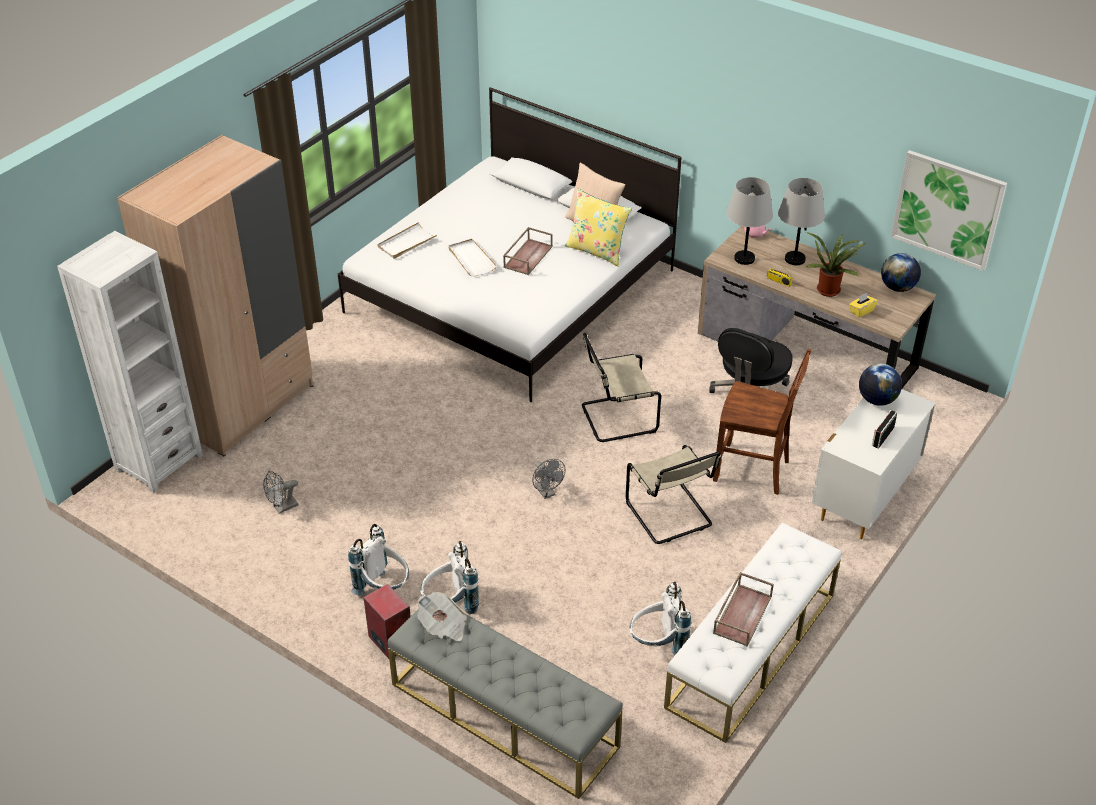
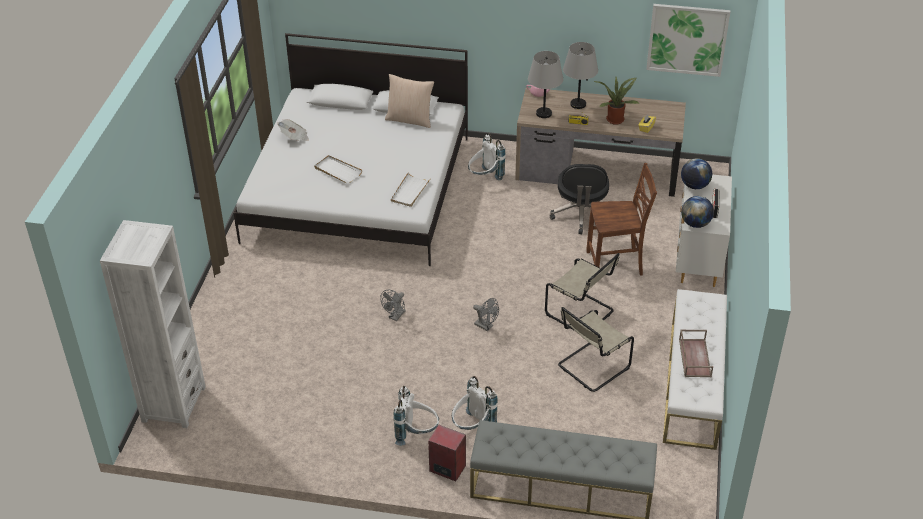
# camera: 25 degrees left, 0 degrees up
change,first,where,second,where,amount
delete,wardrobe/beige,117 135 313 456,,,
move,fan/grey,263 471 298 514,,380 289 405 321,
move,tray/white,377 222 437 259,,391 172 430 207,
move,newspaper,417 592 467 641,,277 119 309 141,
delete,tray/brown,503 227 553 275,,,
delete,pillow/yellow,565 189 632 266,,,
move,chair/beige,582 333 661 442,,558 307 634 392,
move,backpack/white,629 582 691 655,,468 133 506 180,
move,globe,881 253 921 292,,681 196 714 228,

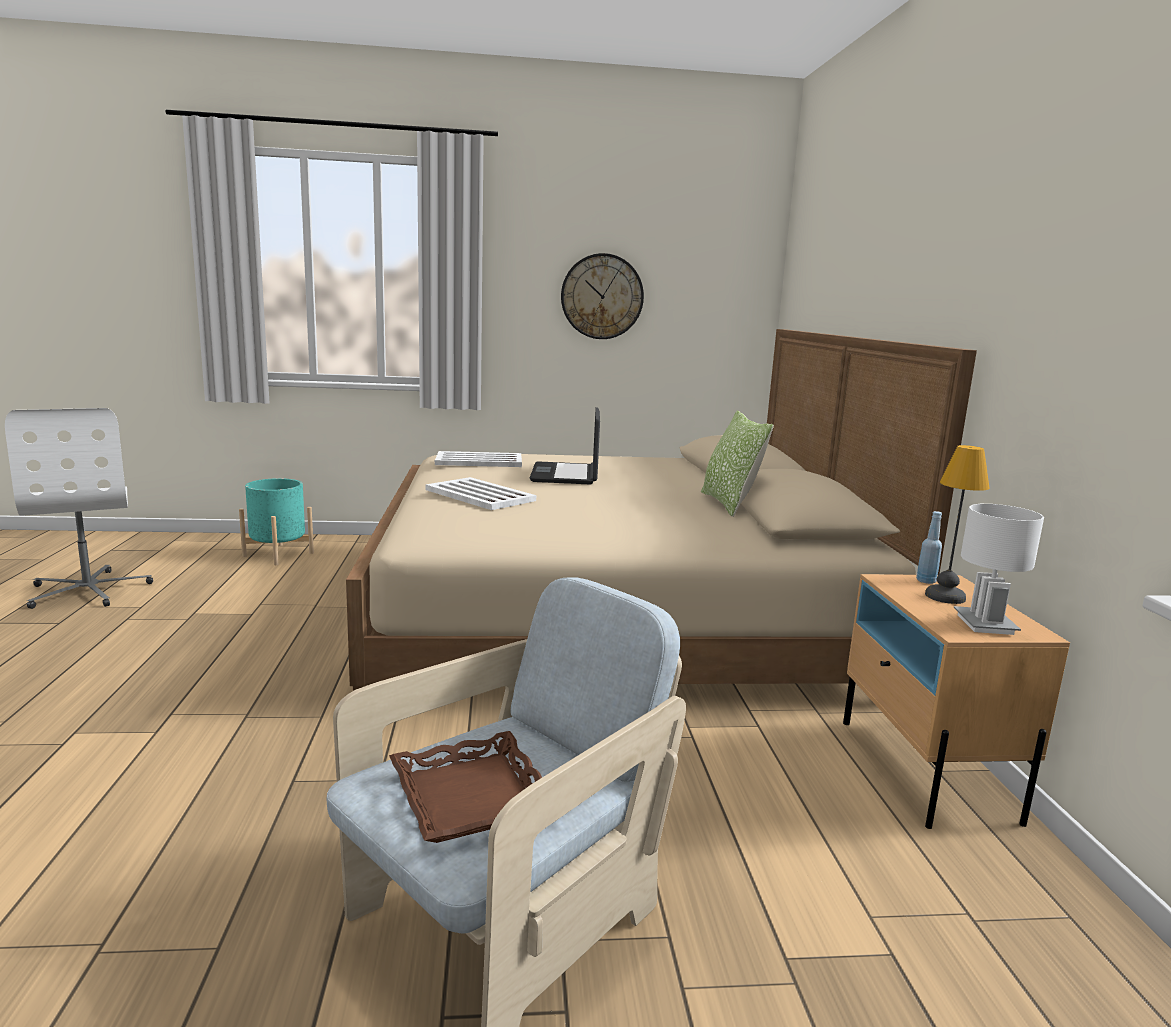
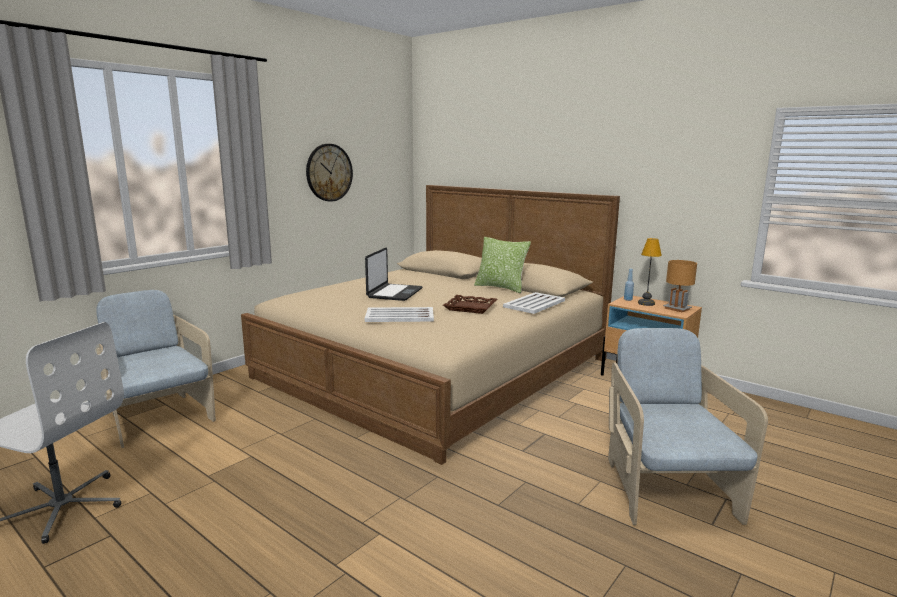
# camera: 45 degrees left, 0 degrees up
change,first,where,second,where,amount
replace,planter/turquoise,239 478 314 565,armchair/beige,96 290 216 448,
move,tray/brown,389 731 542 843,,443 295 497 314,
move,tray/white,435 451 522 467,,503 292 565 314,
rotate,laptop,530 407 600 485,,365 248 422 301,120 degrees counterclockwise
recolor,table lamp/white,954 504 1044 635,table lamp/brown,663 260 697 312,

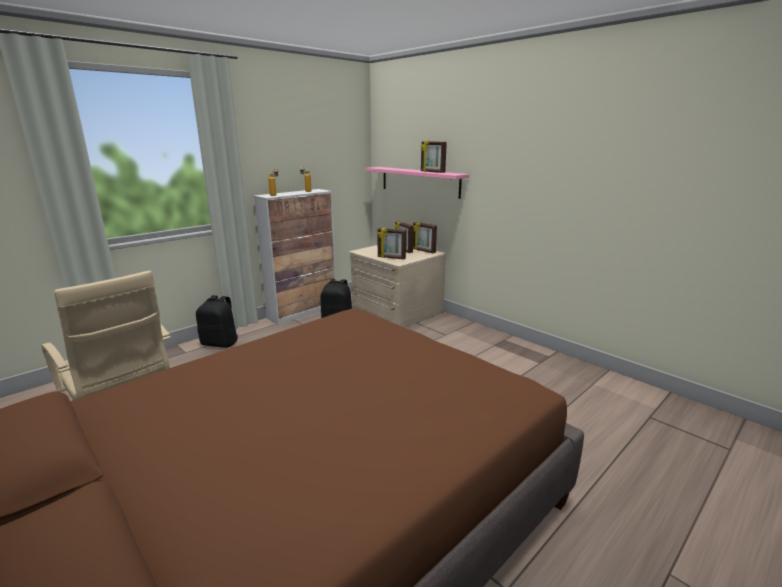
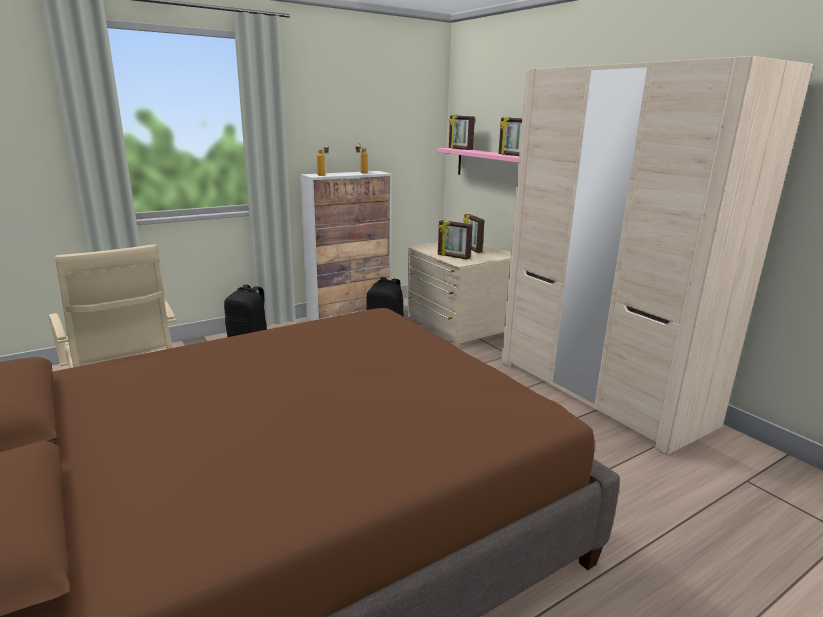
# camera: 10 degrees right, 0 degrees up
change,first,where,second,where,amount
move,picture frame,413 222 437 253,,449 114 475 150,
insert,,,wardrobe/beige,501 56 813 455,

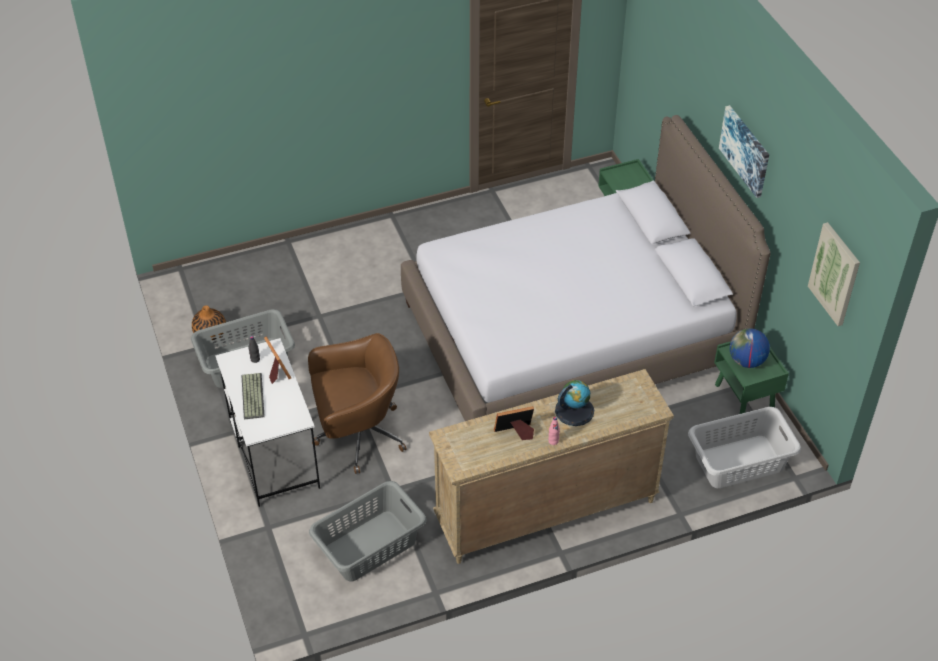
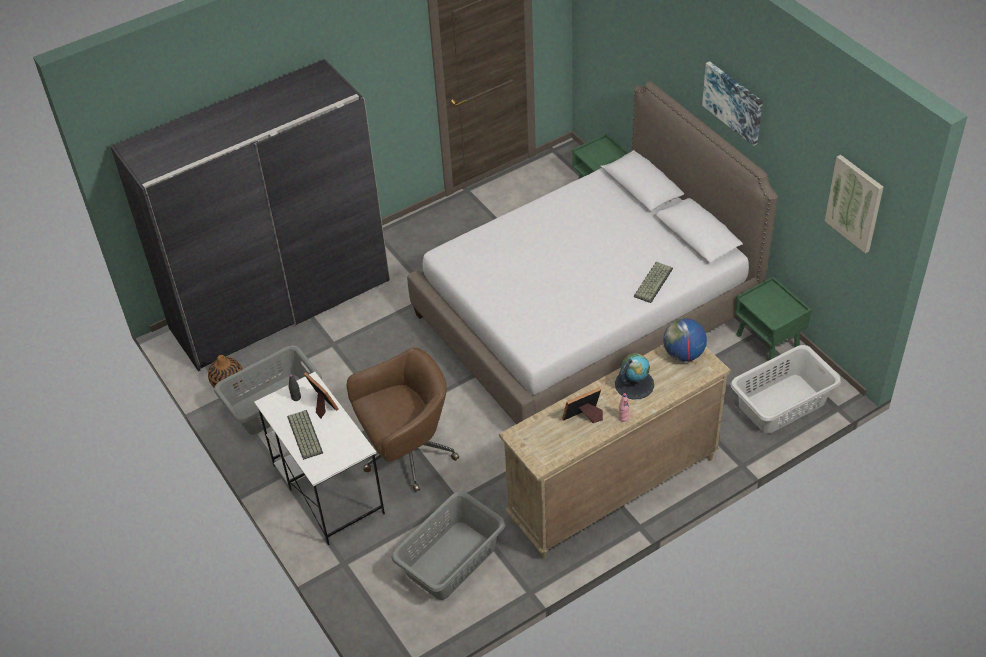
# camera: 10 degrees left, 0 degrees up
change,first,where,second,where,amount
move,globe,730 328 770 368,,663 318 707 362,
insert,,,wardrobe/grey,110 59 390 371,
insert,,,keyboard,634 262 673 303,

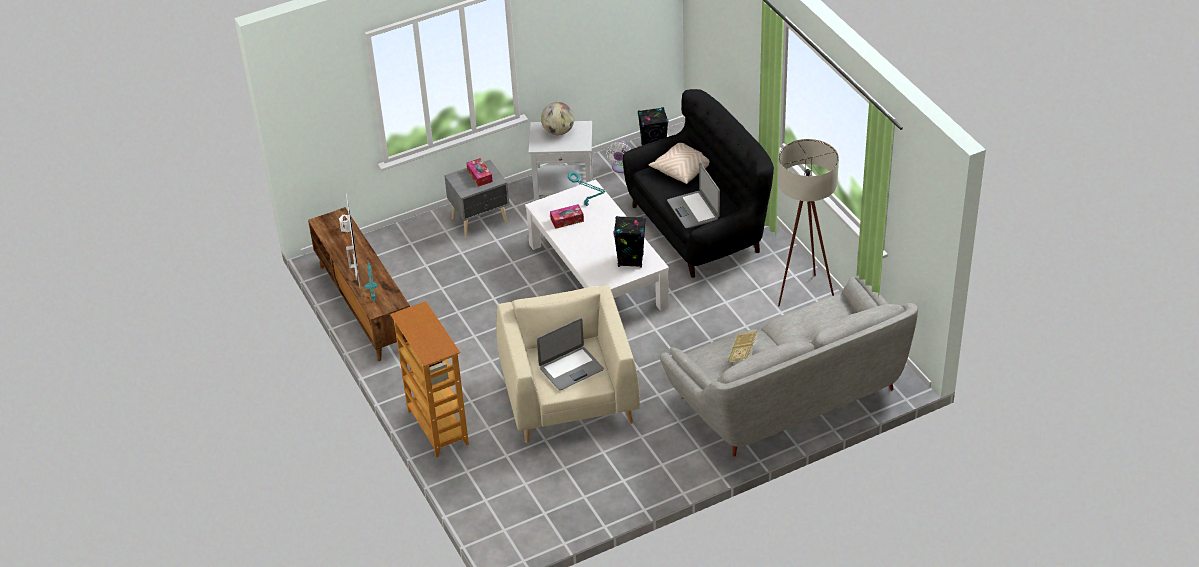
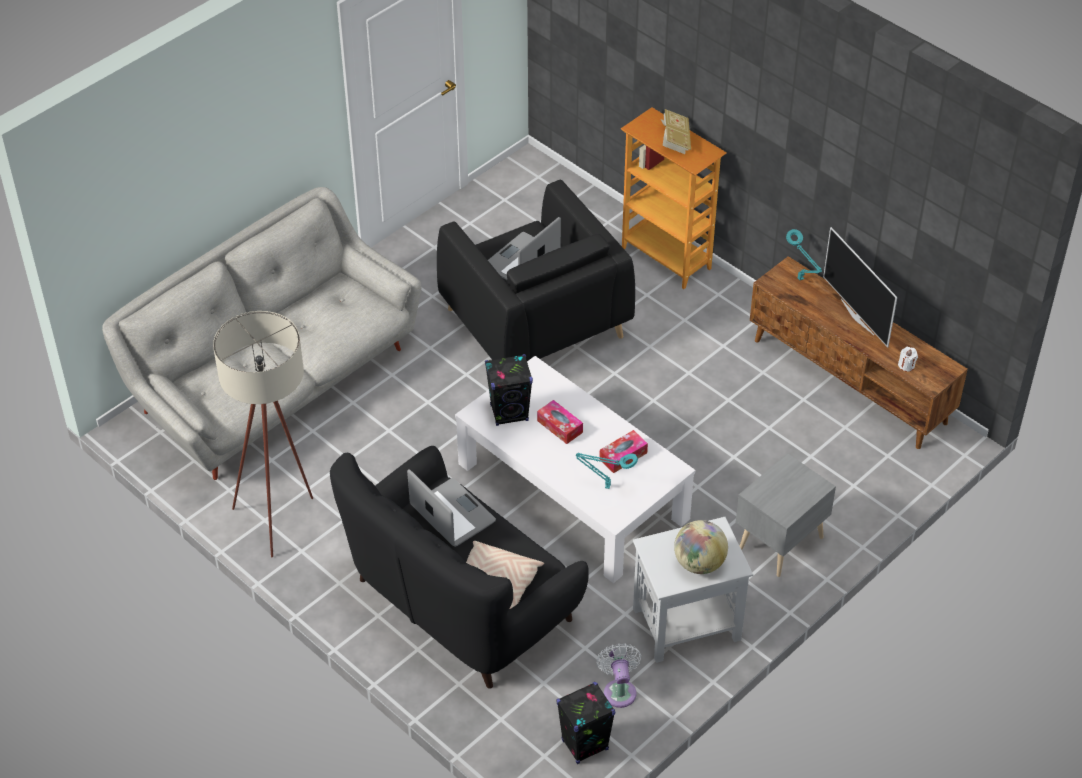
# camera: 160 degrees right, 5 degrees up
change,first,where,second,where,amount
move,tissue box,467 158 493 187,,537 400 583 444,
recolor,armchair/beige,496 285 640 443,armchair/black,437 180 635 361,
move,book,728 331 759 365,,661 109 691 154,

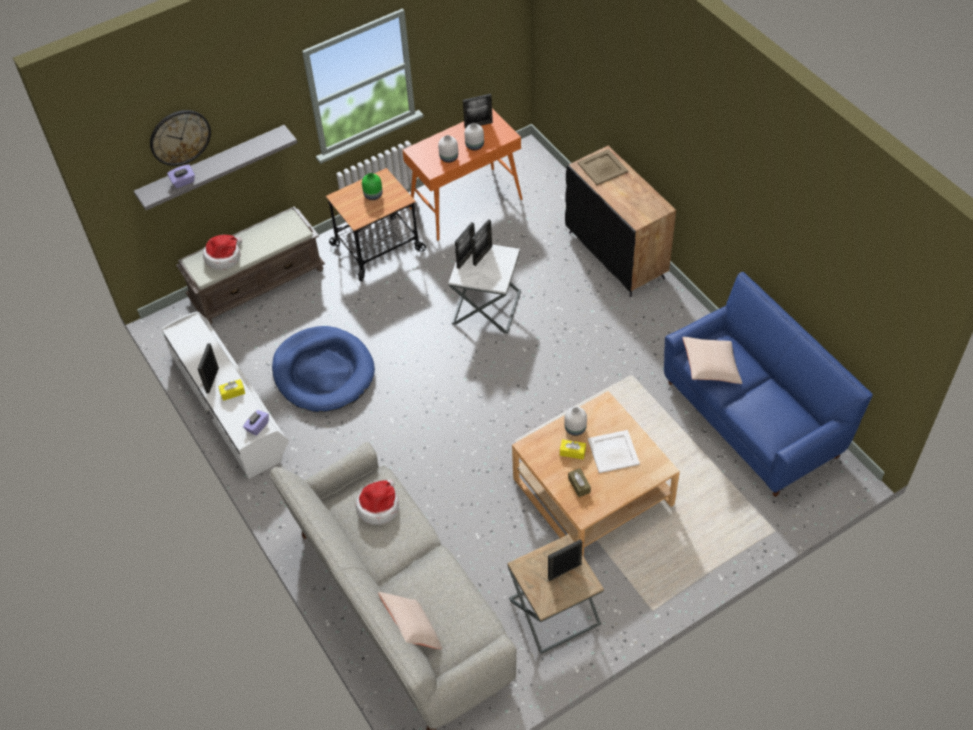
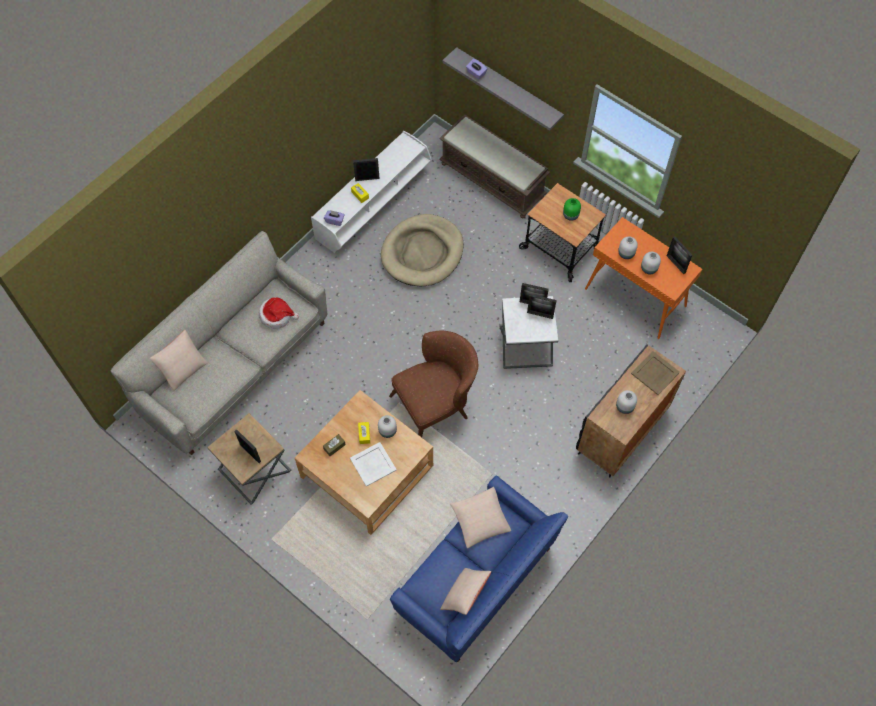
# camera: 70 degrees right, 10 degrees up
change,first,where,second,where,amount
delete,wall clock,150 110 211 166,,,
delete,hat,203 235 242 270,,,
recolor,dog bed/blue,272 326 375 412,dog bed/beige,381 214 464 287,
insert,,,armchair/brown,389 331 478 437,
insert,,,pillow/beige,440 568 491 615,
insert,,,vase/white,616 390 637 414,

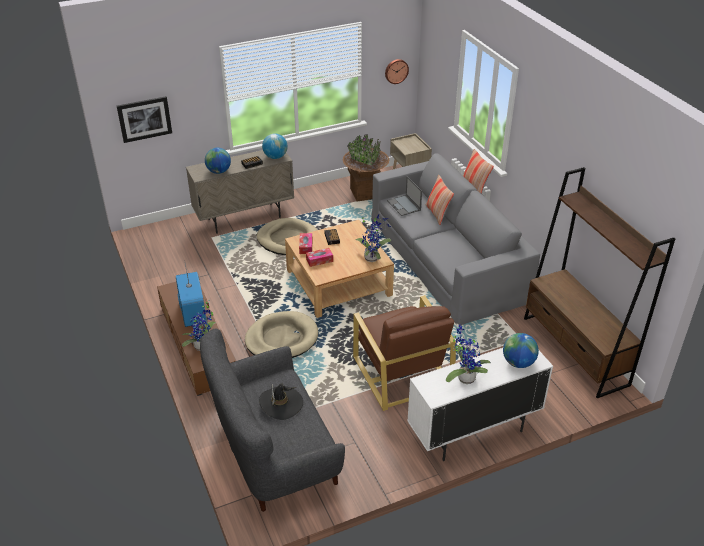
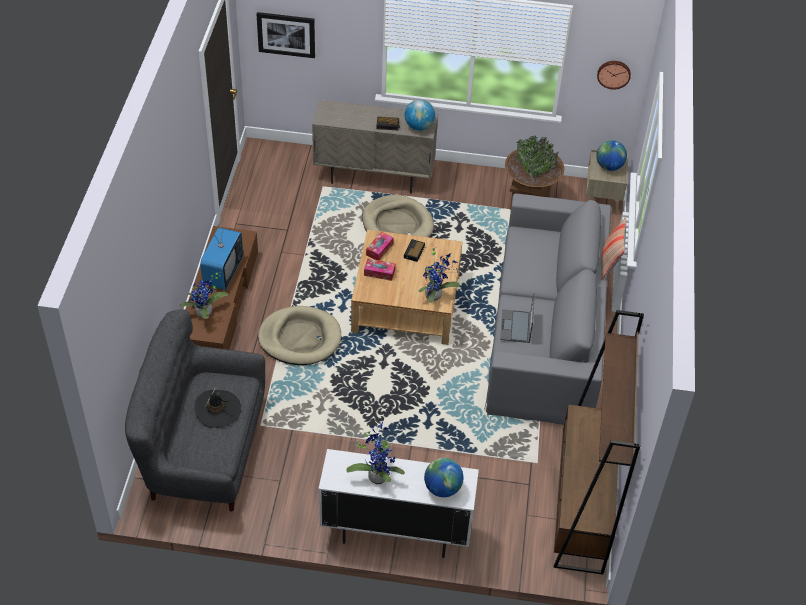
# camera: 30 degrees right, 10 degrees up
change,first,where,second,where,amount
move,globe,205 148 231 174,,596 140 627 171,
delete,armchair/brown,353 295 456 411,,,
move,laptop,387 176 422 216,,500 293 535 343,
delete,pillow,426 175 454 225,,,

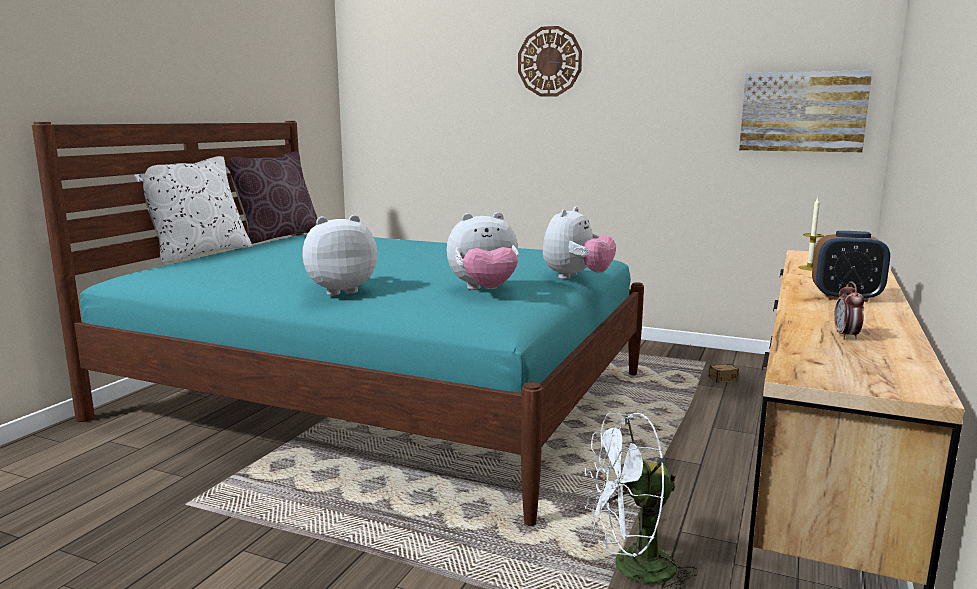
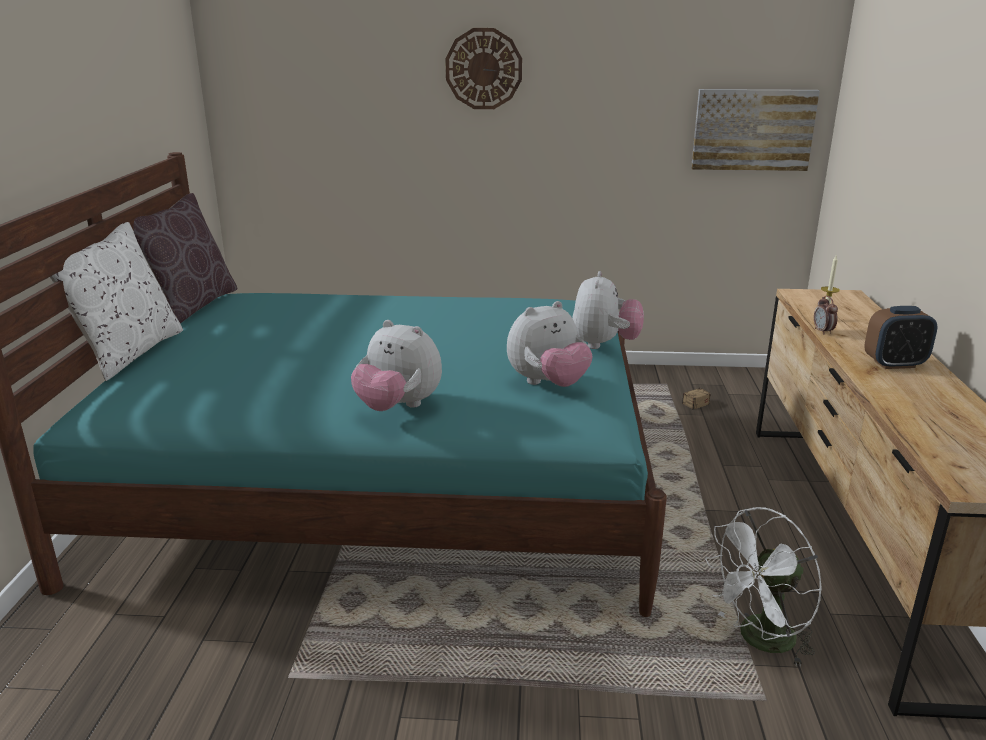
# camera: 20 degrees left, 10 degrees up
change,first,where,second,where,amount
rotate,plush toy,302 215 377 295,,351 320 442 411,105 degrees counterclockwise
move,alarm clock,834 281 864 340,,814 296 838 335,

